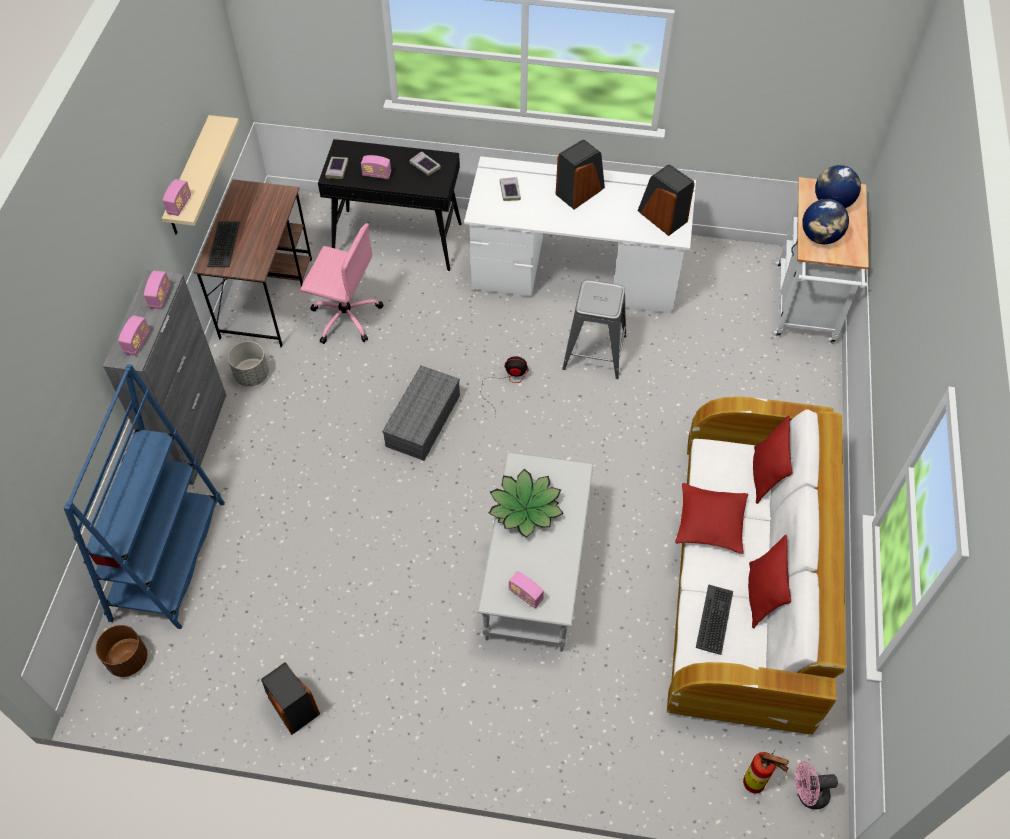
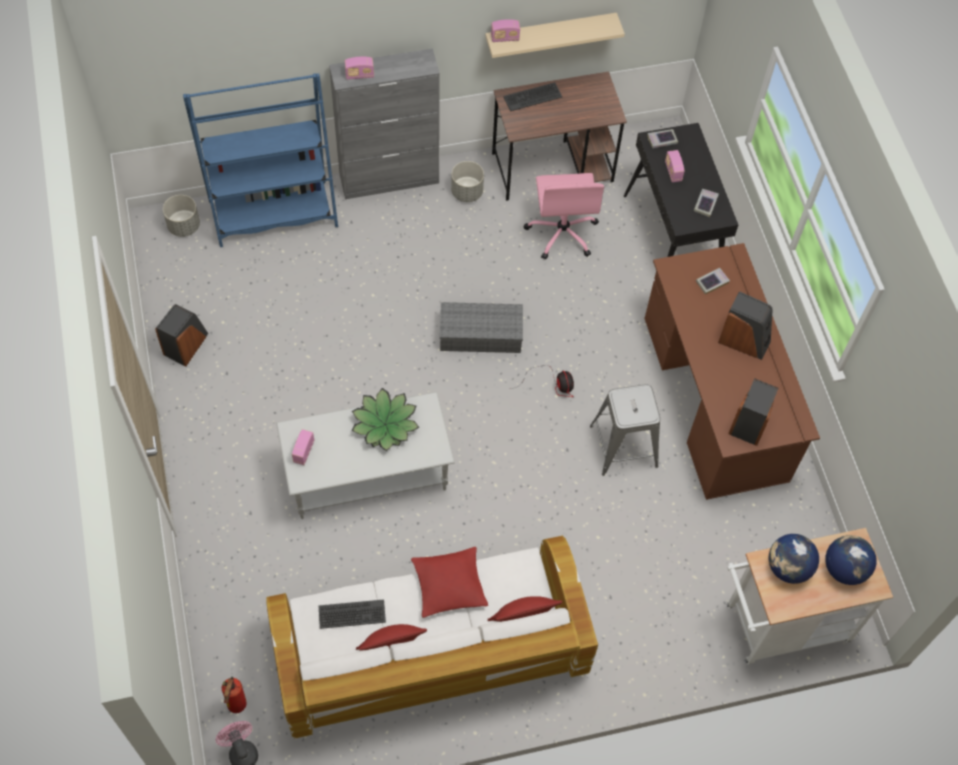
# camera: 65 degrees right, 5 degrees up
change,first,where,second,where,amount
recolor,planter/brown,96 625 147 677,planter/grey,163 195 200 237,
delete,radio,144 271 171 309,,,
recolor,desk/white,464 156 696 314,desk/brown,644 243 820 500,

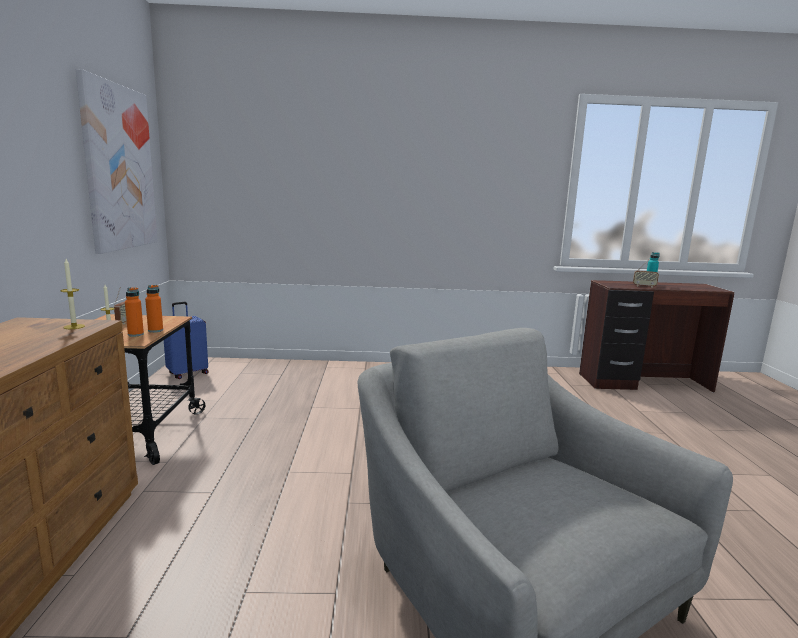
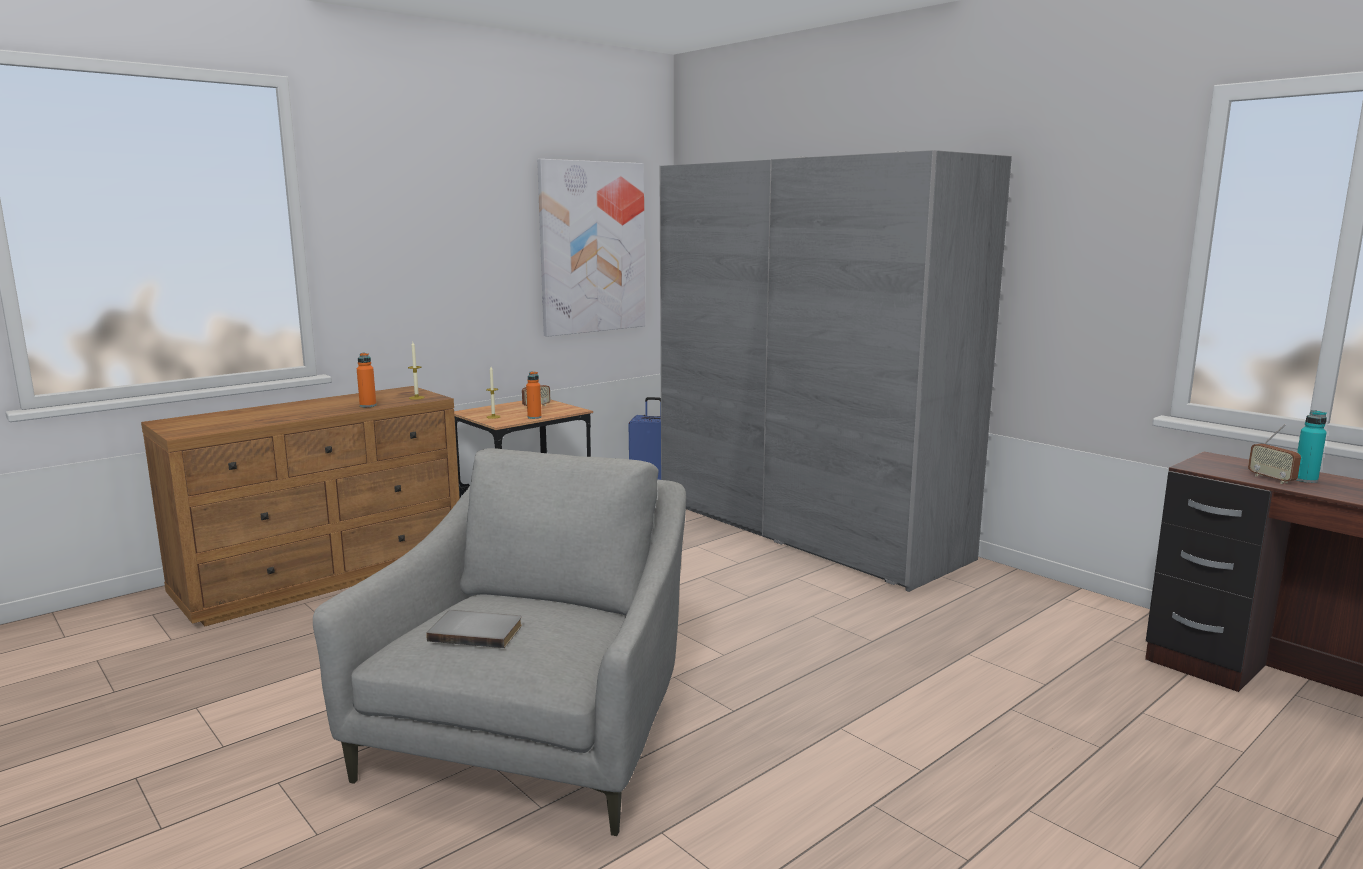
# camera: 50 degrees right, 0 degrees up
change,first,where,second,where,amount
move,bottle/orange,125 287 144 337,,357 353 376 407,
insert,,,book/grey,426 610 522 648,
insert,,,wardrobe/grey,659 150 1012 592,

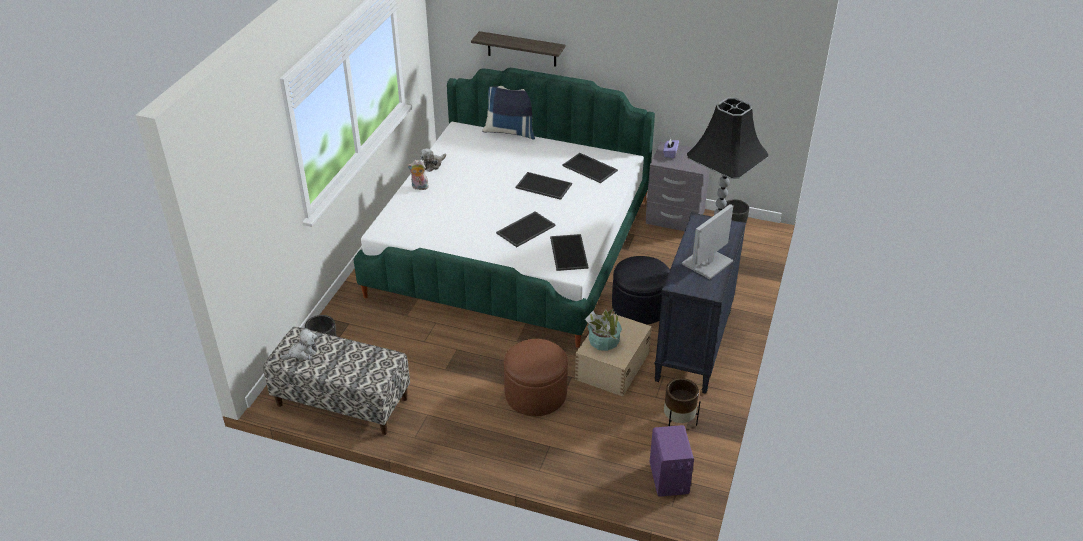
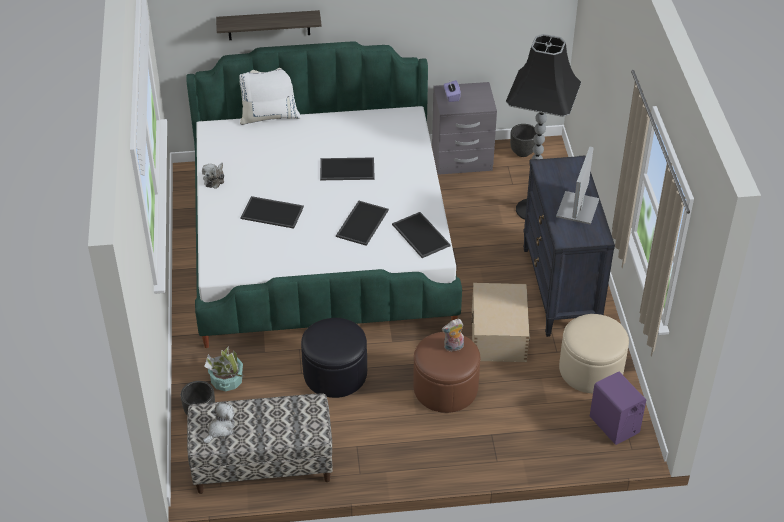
# camera: 25 degrees left, 5 degrees up
change,first,where,second,where,amount
move,plush toy,407 160 429 190,,442 319 464 352,
recolor,pillow/blue,482 86 535 139,pillow/white,239 68 302 125,
move,tray,562 153 618 183,,240 196 304 229,
move,potted plant,585 309 622 351,,204 347 243 391,
move,ottoman/black,612 256 670 325,,301 318 367 398,
replace,planter/brown,664 378 701 426,ottoman/beige,559 314 629 393,

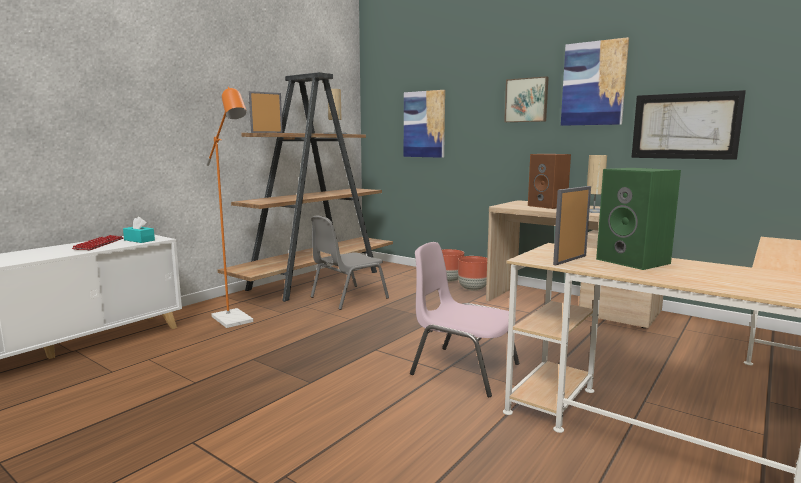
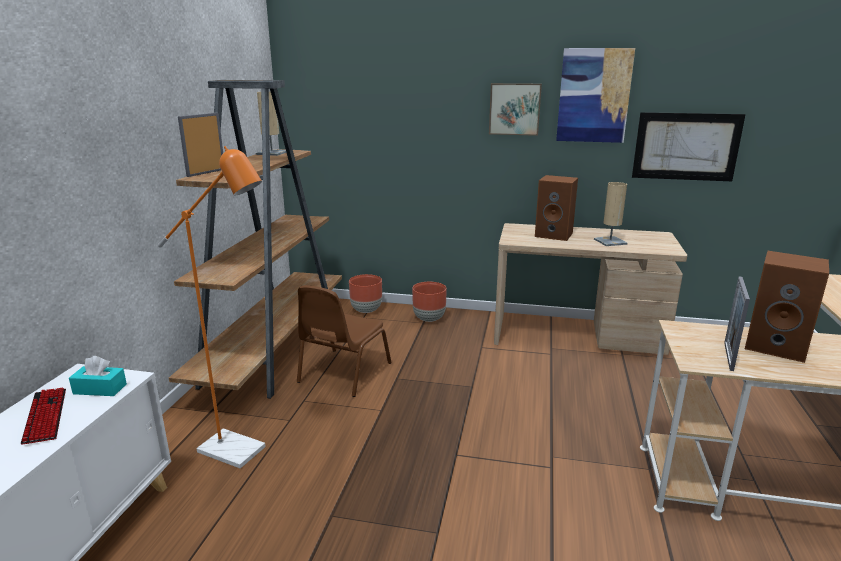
# camera: 25 degrees left, 10 degrees up
change,first,where,second,where,amount
recolor,chair/grey,311 216 389 310,chair/brown,297 285 392 397,
delete,picture,404 90 445 158,,,
delete,chair/pink,410 242 519 397,,,
move,planter/brown,458 256 487 291,,349 274 382 313,
recolor,speaker/green,596 168 681 270,speaker/brown,745 251 829 363,

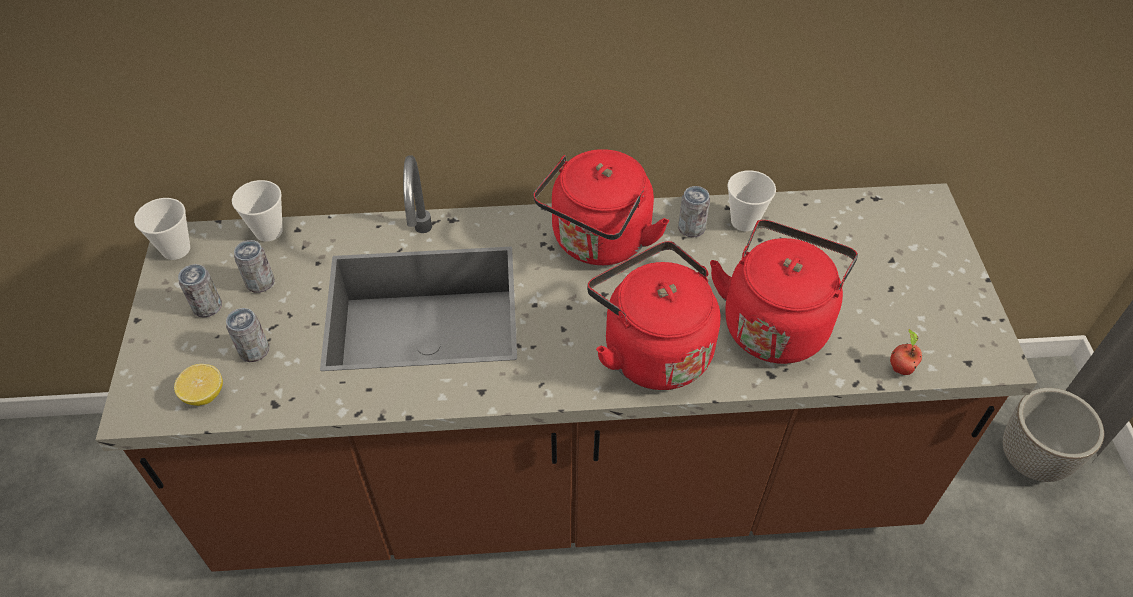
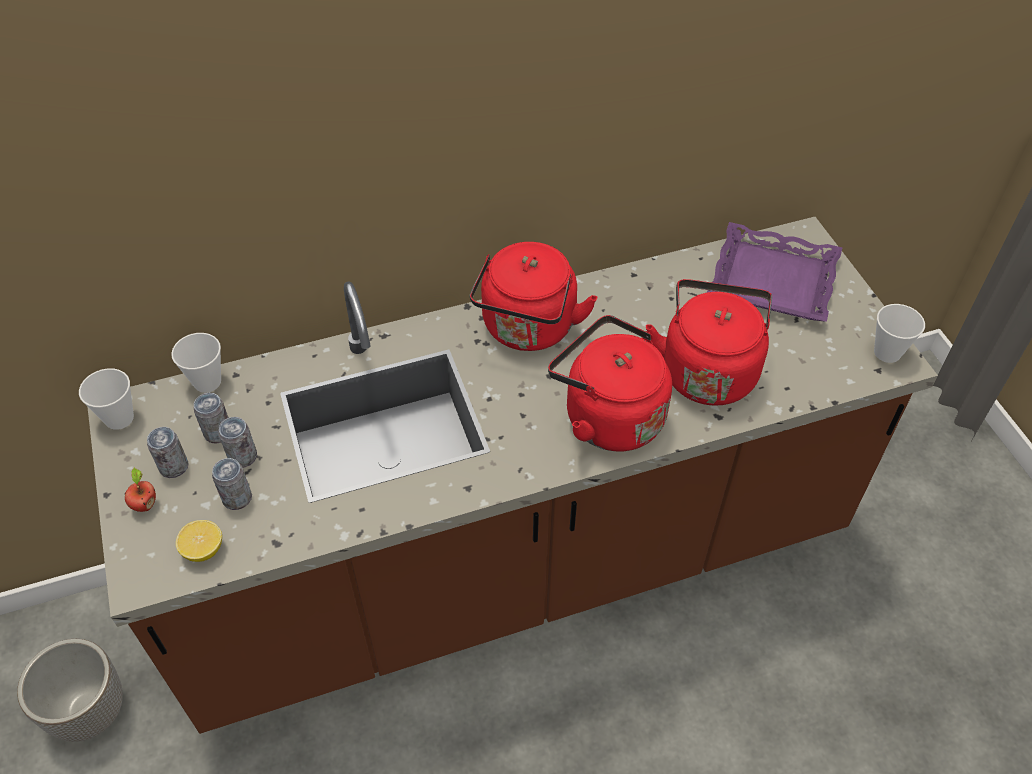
# camera: 15 degrees left, 0 degrees up
change,first,where,second,where,amount
move,can,678 186 710 237,,219 417 257 468,
move,cup,727 170 776 231,,874 304 925 363,
move,apple,890 329 922 375,,125 468 156 512,
move,planter,1003 388 1104 482,,17 639 123 742,
insert,,,tray/purple,707 222 843 322,

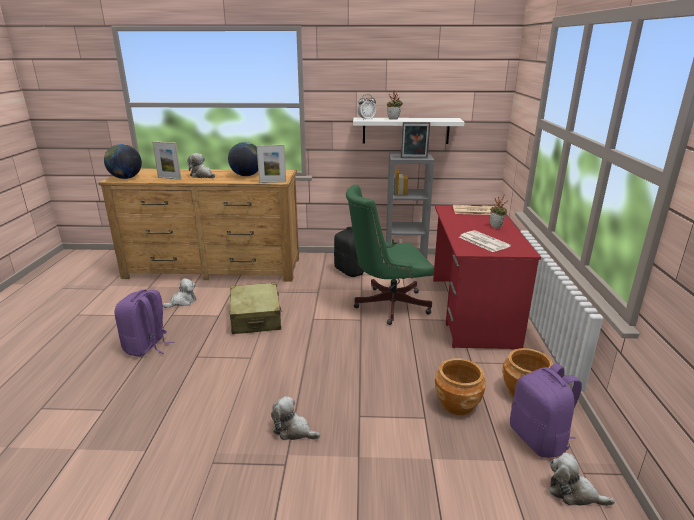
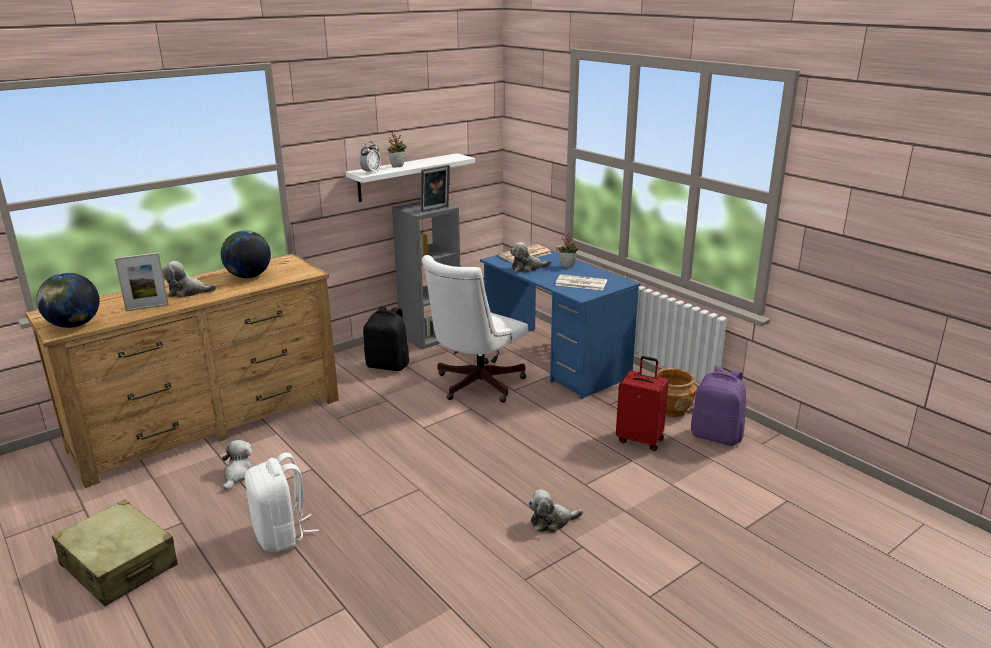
# camera: 40 degrees left, 0 degrees up
change,first,where,second,where,amount
recolor,backpack/purple,115 289 175 357,backpack/white,245 453 319 552,
move,suitcase/beige,230 283 282 334,,52 500 178 606,
delete,picture frame,256 145 286 183,,,
recolor,office chair/green,346 185 434 325,office chair/white,422 255 528 403,
recolor,desk/red,433 206 541 349,desk/blue,480 249 640 399,
replace,planter/brown,435 358 486 415,suitcase/red,616 356 669 451,
move,plush toy,550 453 615 506,,510 242 551 272,

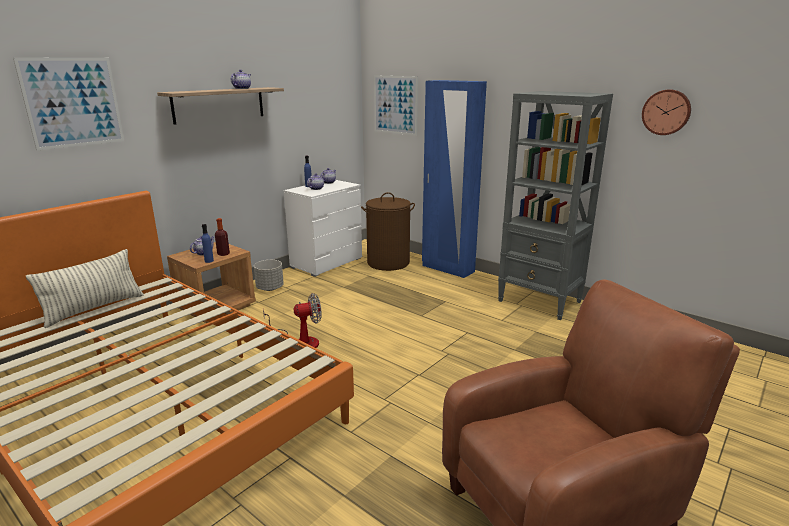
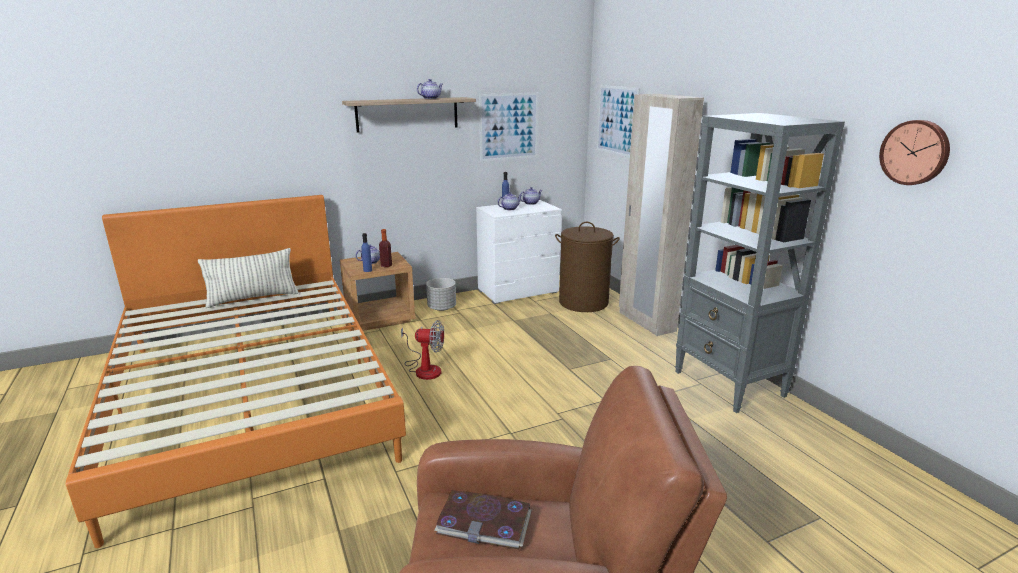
# camera: 25 degrees right, 0 degrees up
change,first,where,second,where,amount
move,picture,13 57 124 150,,479 93 538 161,
recolor,wardrobe/blue,422 80 487 278,wardrobe/beige,619 94 704 336,
insert,,,book,434 490 532 549,

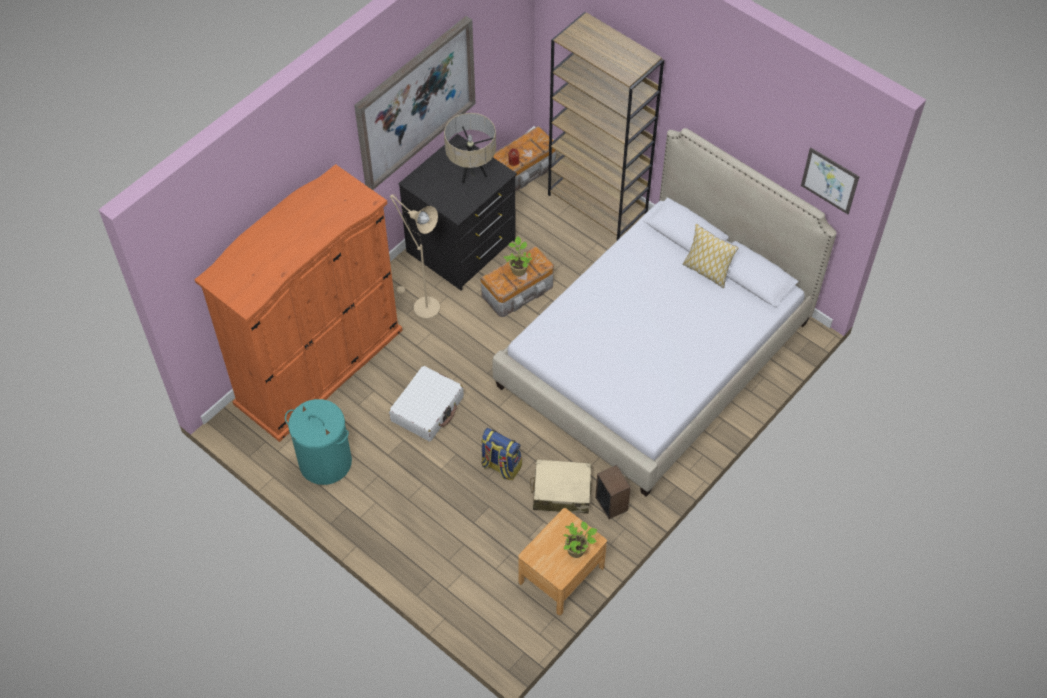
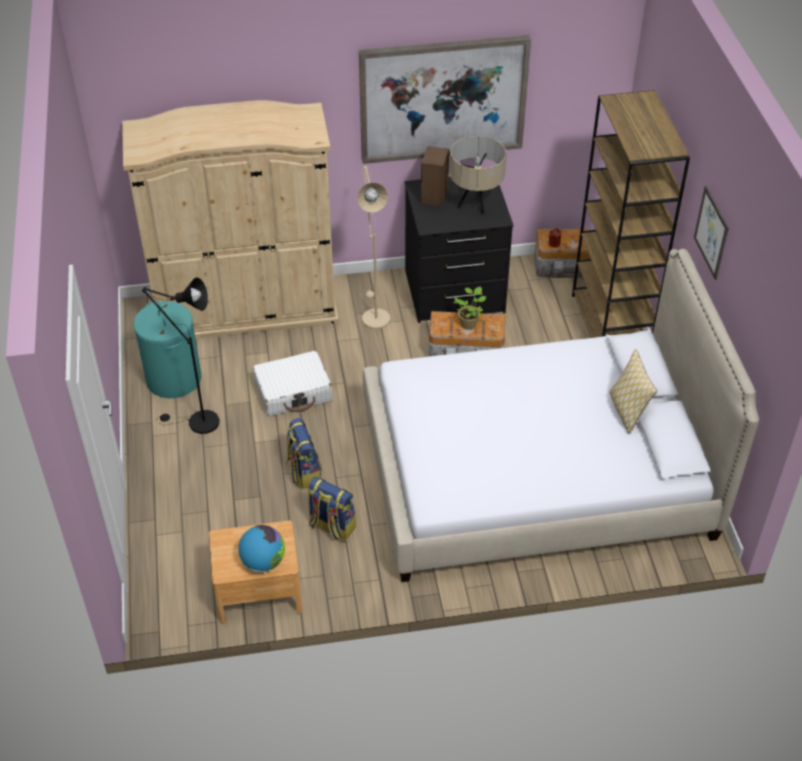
# camera: 40 degrees right, 10 degrees down
change,first,where,second,where,amount
recolor,wardrobe/orange,194 164 402 442,wardrobe/beige,122 100 339 339,
replace,suitcase/beige,530 459 591 514,backpack,308 477 356 541,
replace,potted plant,563 521 597 558,globe,238 525 285 572,
move,speaker,595 465 631 519,,421 146 449 207,
move,picture,801 147 859 214,,694 186 729 280,
insert,,,floor lamp/black,142 277 219 434,

